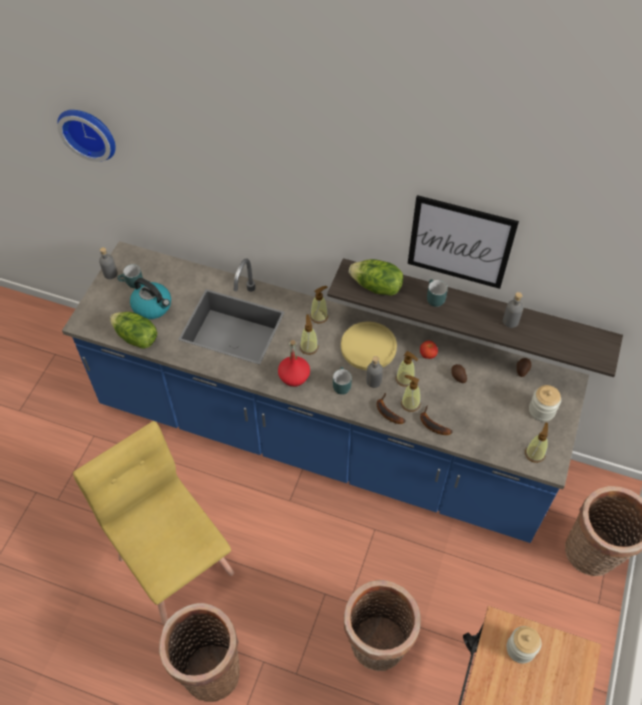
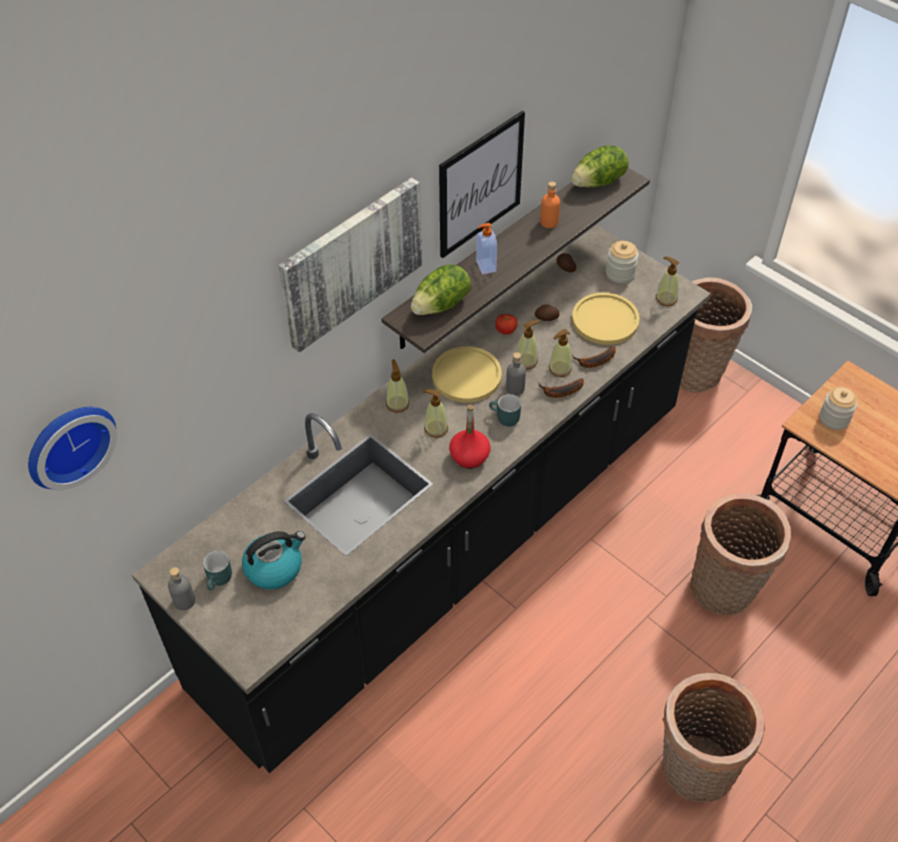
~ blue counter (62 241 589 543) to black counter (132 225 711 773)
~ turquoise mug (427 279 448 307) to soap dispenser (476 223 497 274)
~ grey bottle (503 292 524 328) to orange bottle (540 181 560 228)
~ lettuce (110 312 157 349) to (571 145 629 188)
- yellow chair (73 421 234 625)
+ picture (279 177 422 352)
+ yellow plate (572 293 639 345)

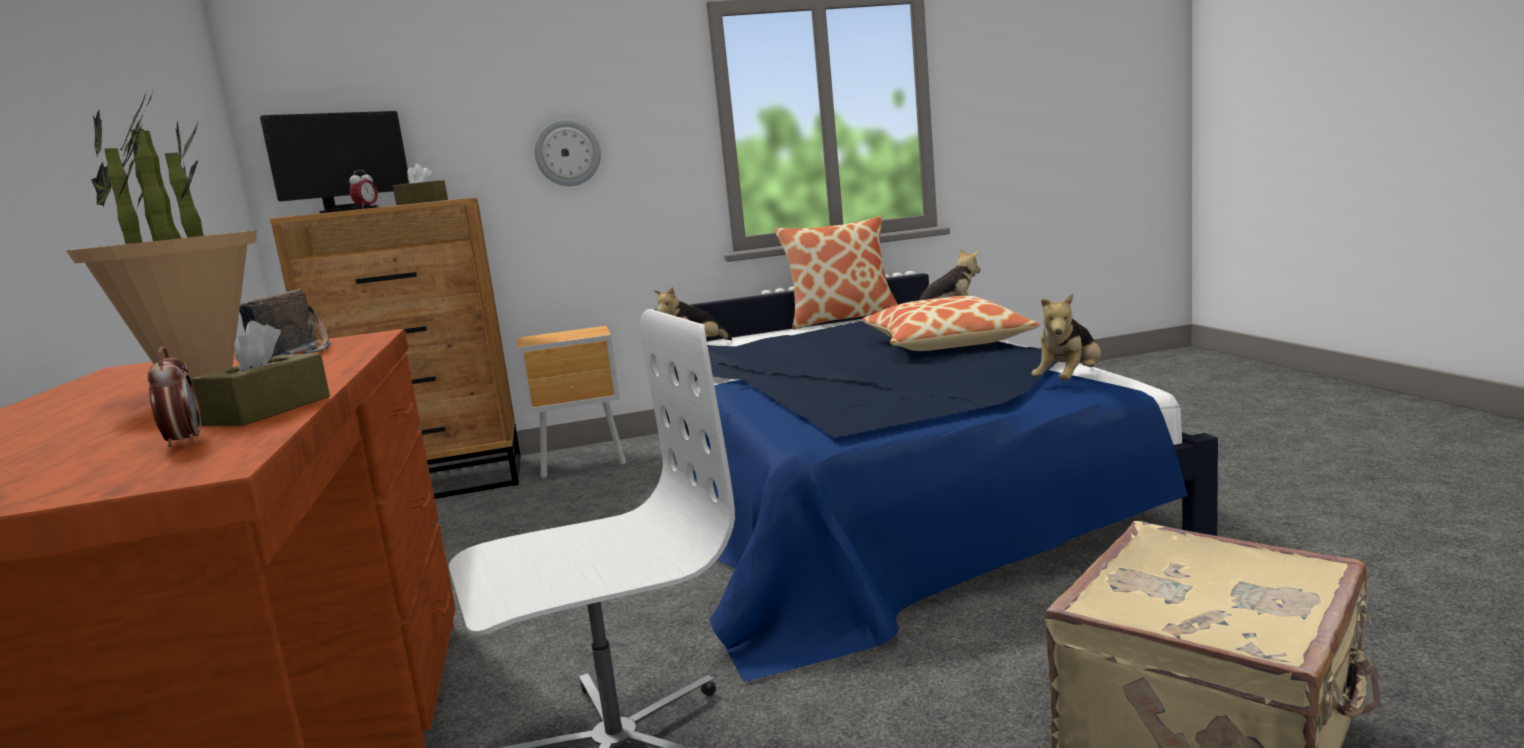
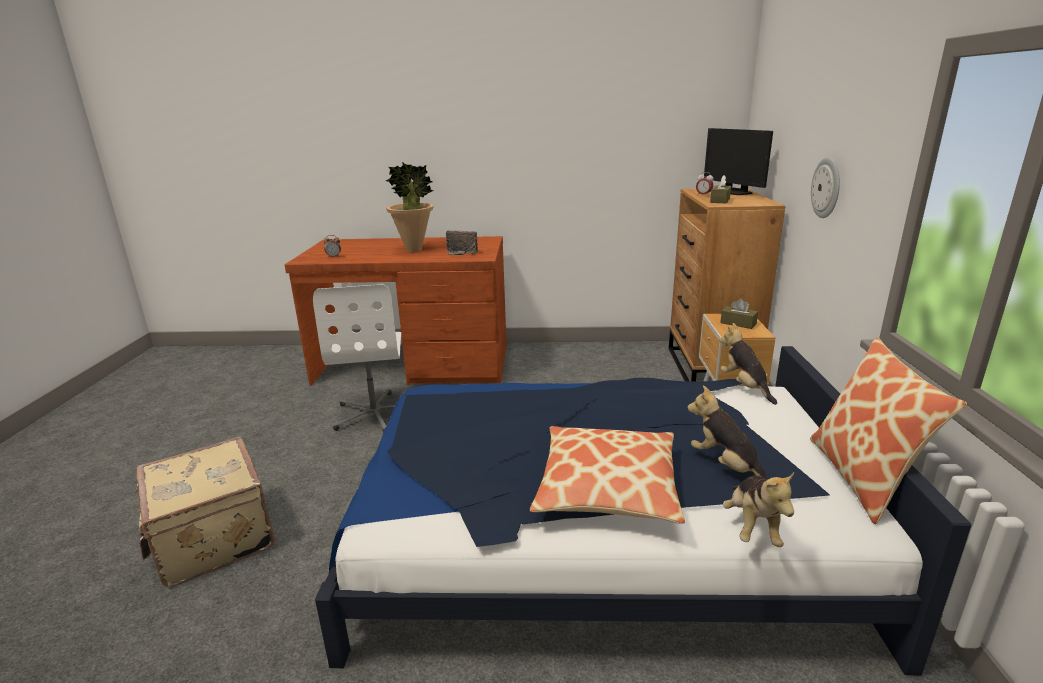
~ plush toy (1032 293 1101 380) to (687 385 768 480)
~ brown tissue box (191 321 330 426) to (720 299 758 329)

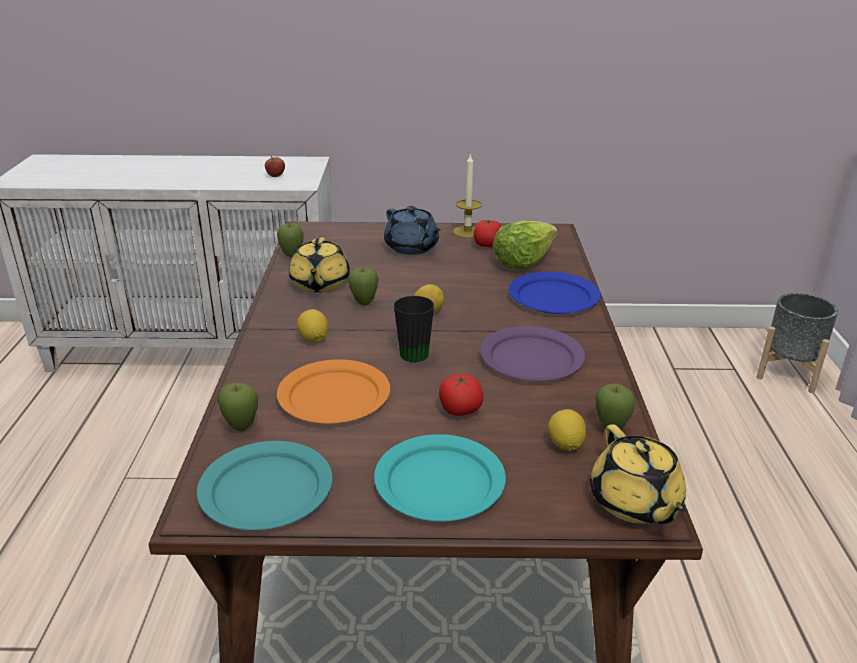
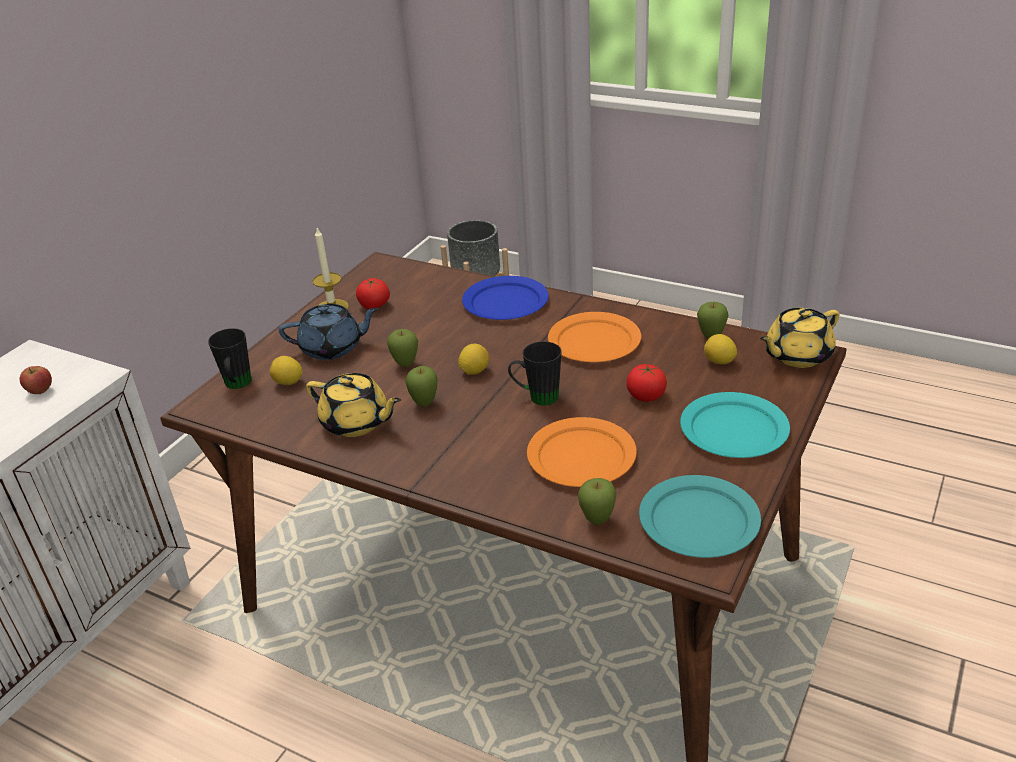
- lettuce (493 221 557 270)
~ apple (277 223 304 258) to (387 329 418 367)
~ lemon (297 309 328 342) to (270 356 303 385)
~ purple plate (480 326 585 381) to orange plate (548 312 641 362)
~ yellow teapot (590 424 687 524) = (760 308 839 368) 135 degrees clockwise
+ black mug (208 328 252 389)

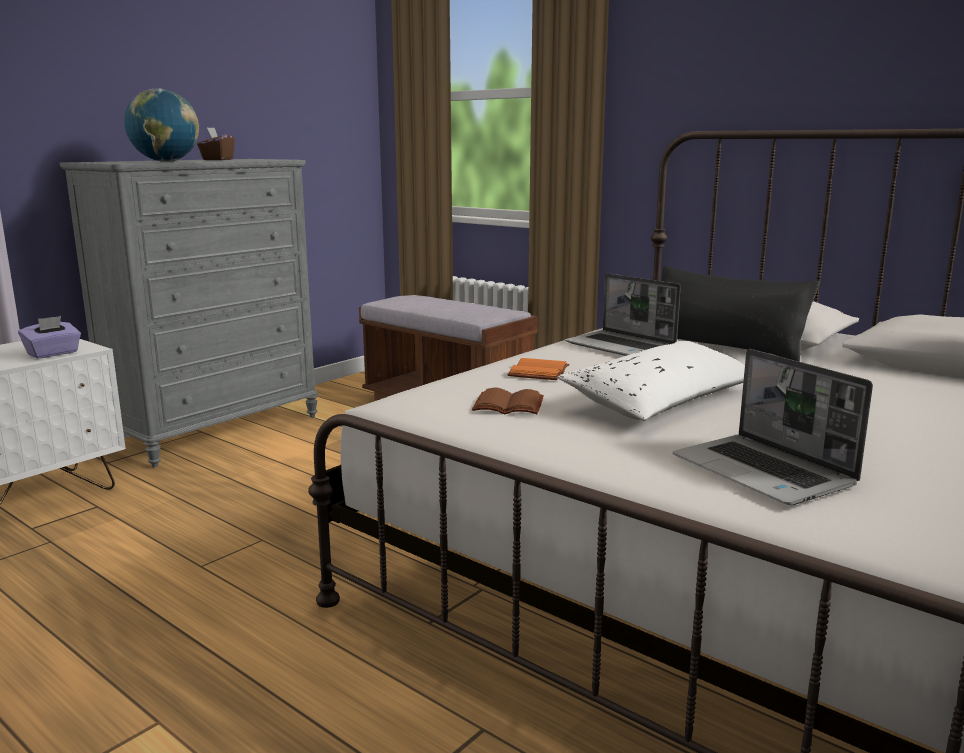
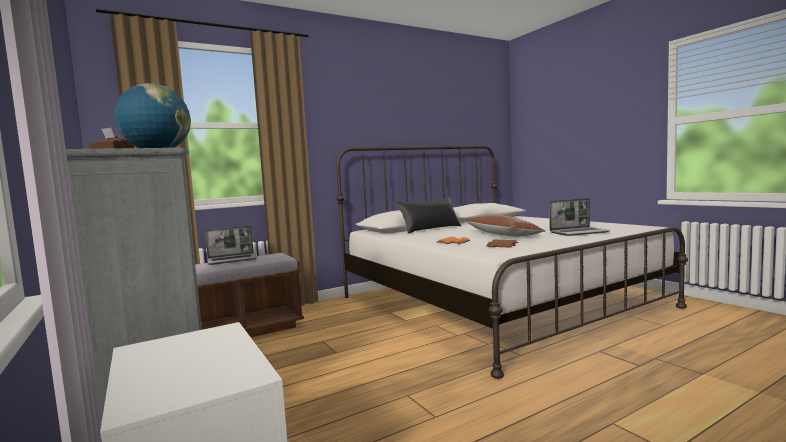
~ laptop (565 273 681 356) to (205 225 257 265)
- purple tissue box (18 316 81 359)
~ white pillow (557 341 745 421) to brown pillow (465 215 545 236)

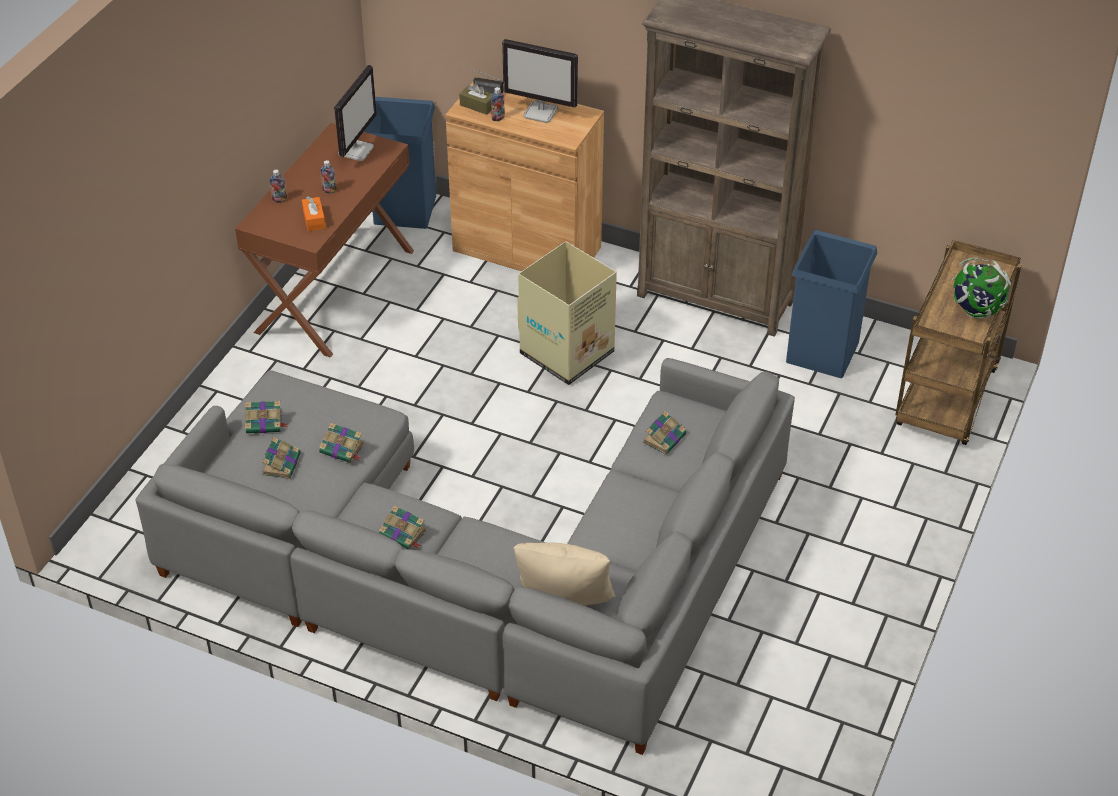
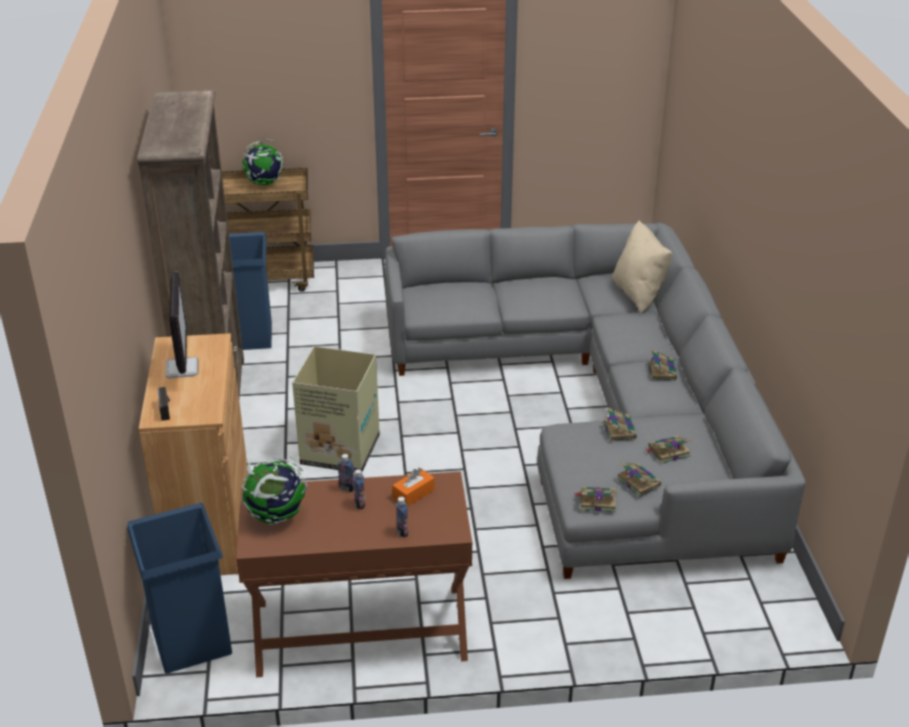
~ monitor (334 65 377 161) to globe (242 457 308 525)
- brown tissue box (459 83 492 115)
~ bottle (491 87 505 121) to (338 454 354 492)
~ book (642 411 686 455) to (574 486 617 512)

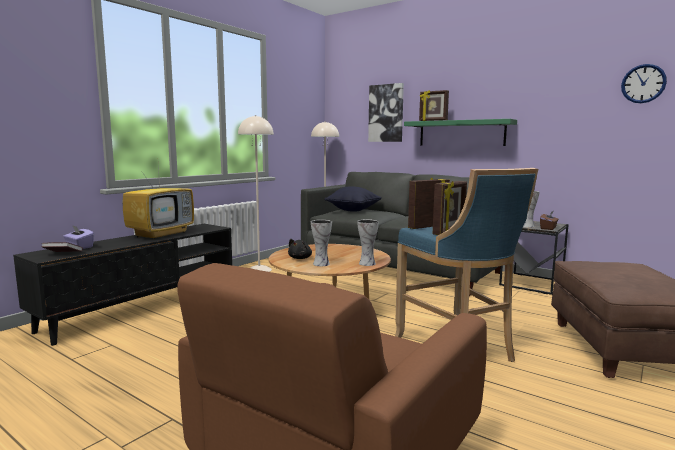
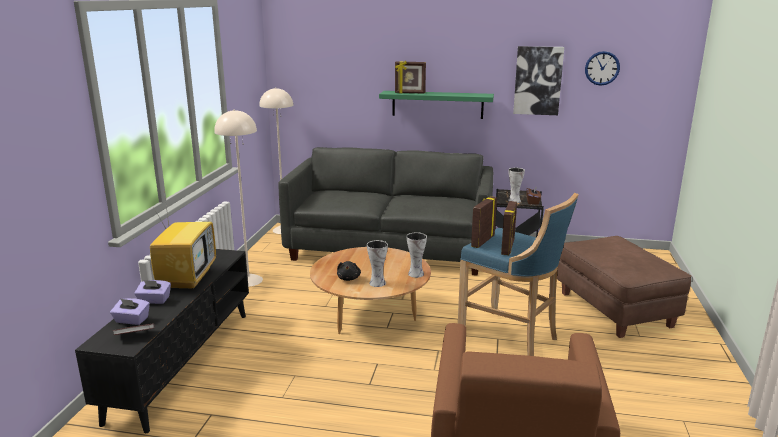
~ picture (368 83 404 142) to (513 46 564 115)
- black pillow (324 186 382 212)
+ purple tissue box (134 280 171 304)

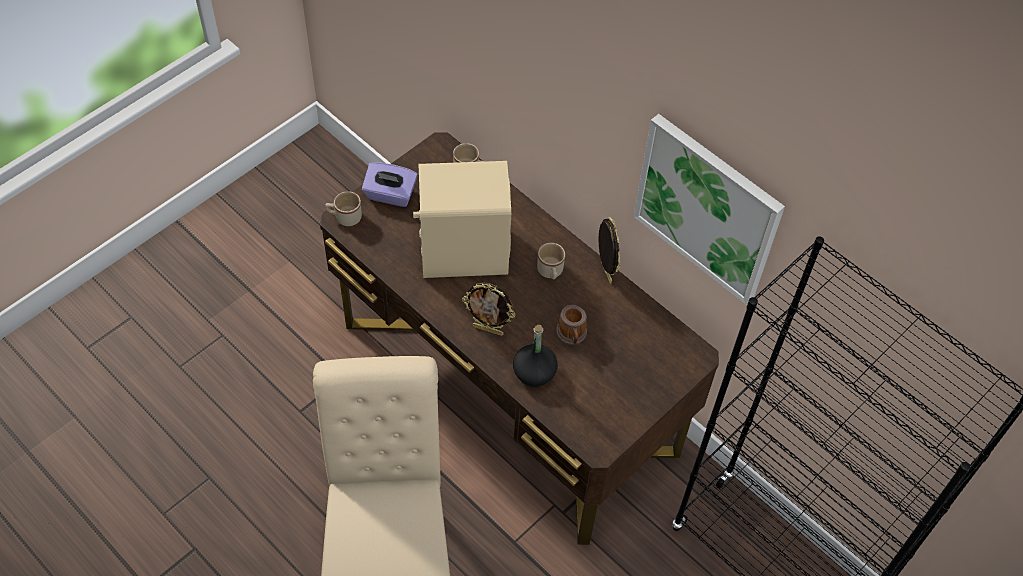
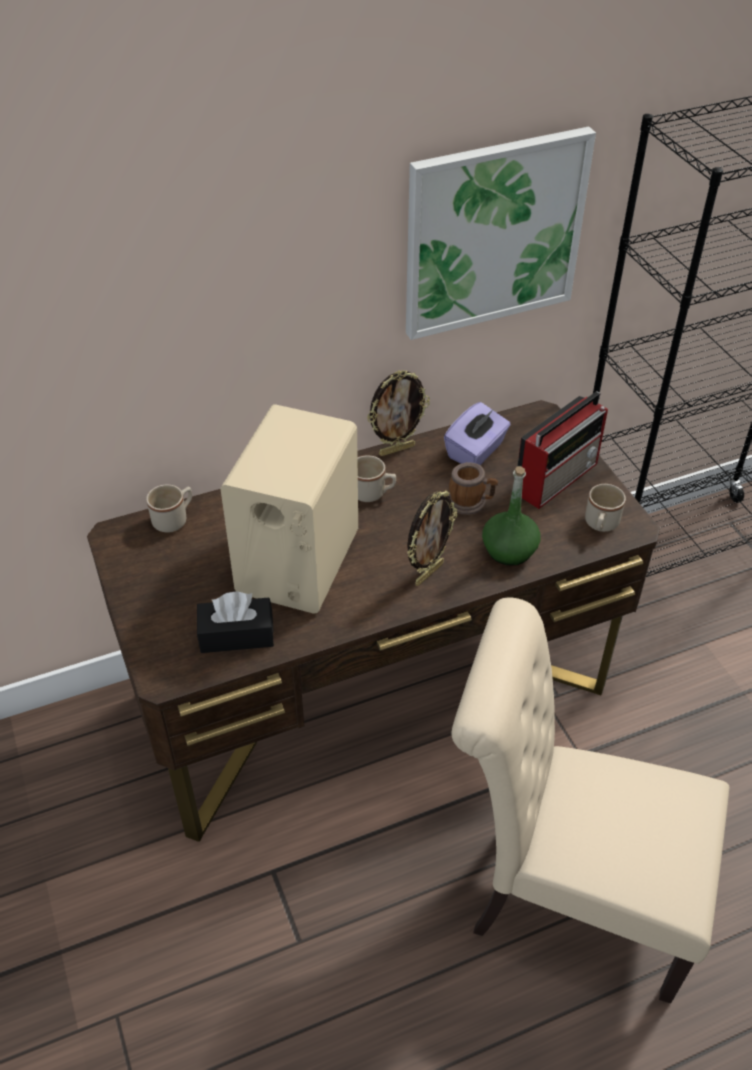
~ purple tissue box (362 162 418 207) to (444 402 511 465)
~ beige mug (325 191 362 226) to (585 484 626 532)
~ picture frame (599 217 621 284) = (367 370 430 456) 150 degrees clockwise
~ black bottle (513 325 558 387) to green bottle (482 466 541 566)
+ radio (518 391 608 509)
+ black tissue box (197 591 274 653)

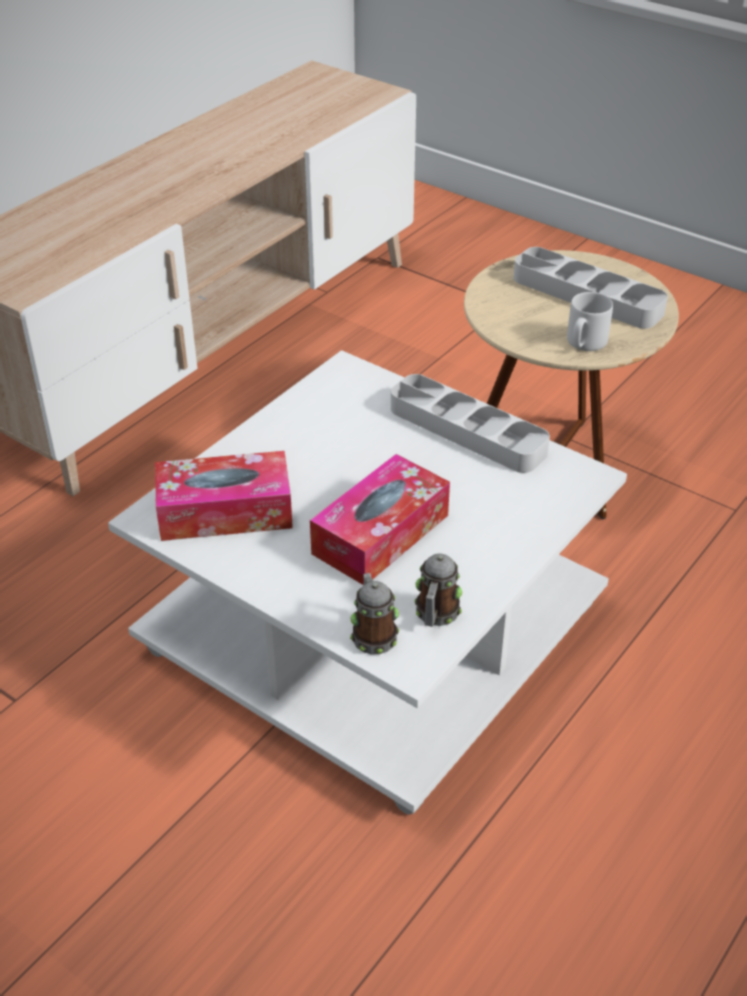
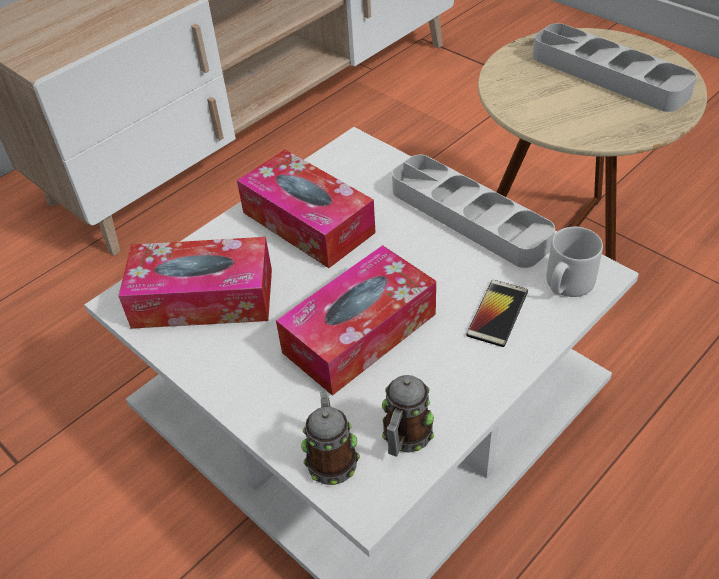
~ grey mug (567 292 613 351) to (546 227 603 297)
+ tissue box (237 149 376 268)
+ phone (466 280 528 347)

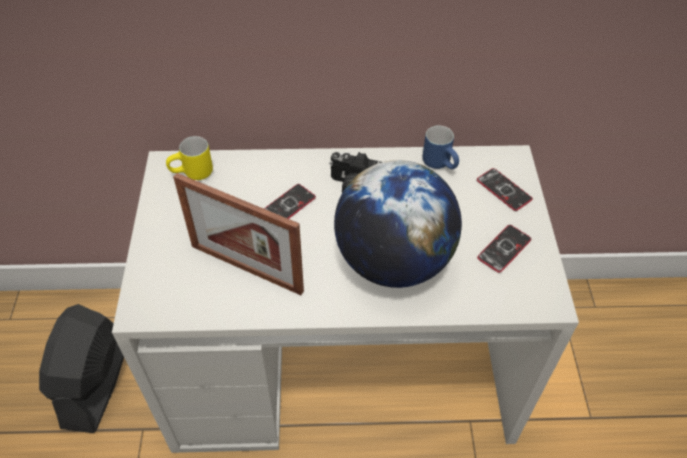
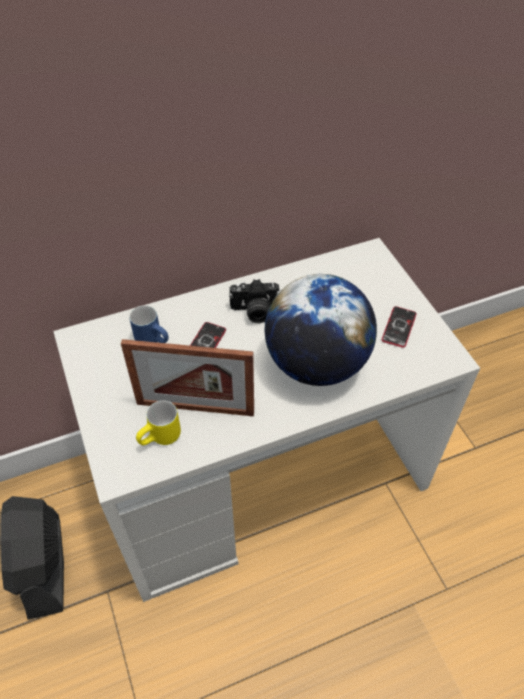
~ blue mug (423 125 459 169) to (129 305 169 343)
~ yellow mug (166 136 213 180) to (136 401 181 445)
- phone (477 168 533 211)

